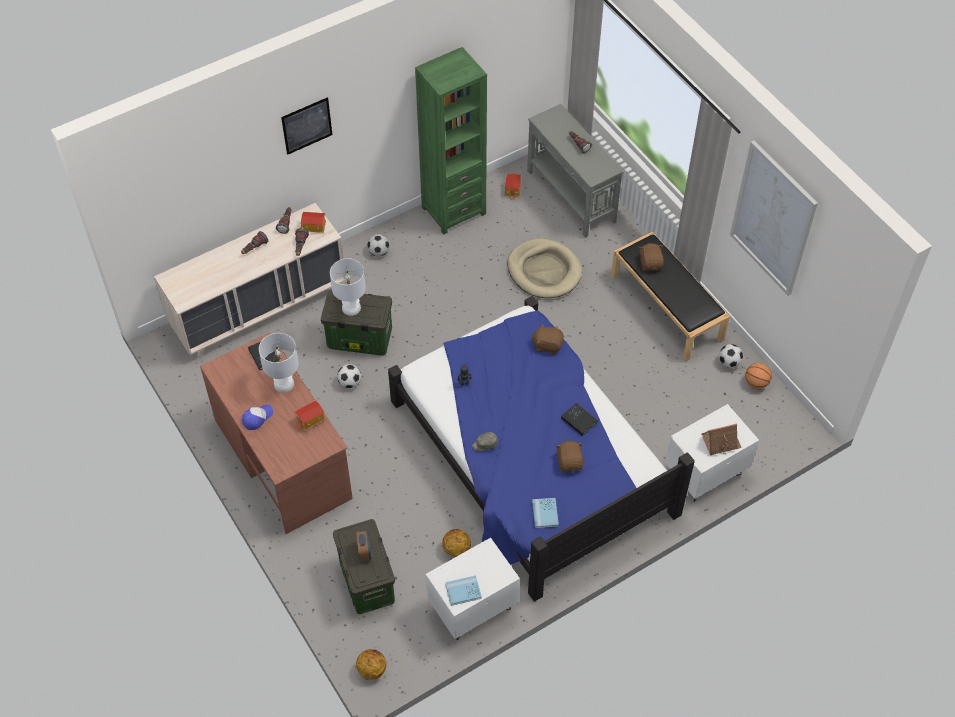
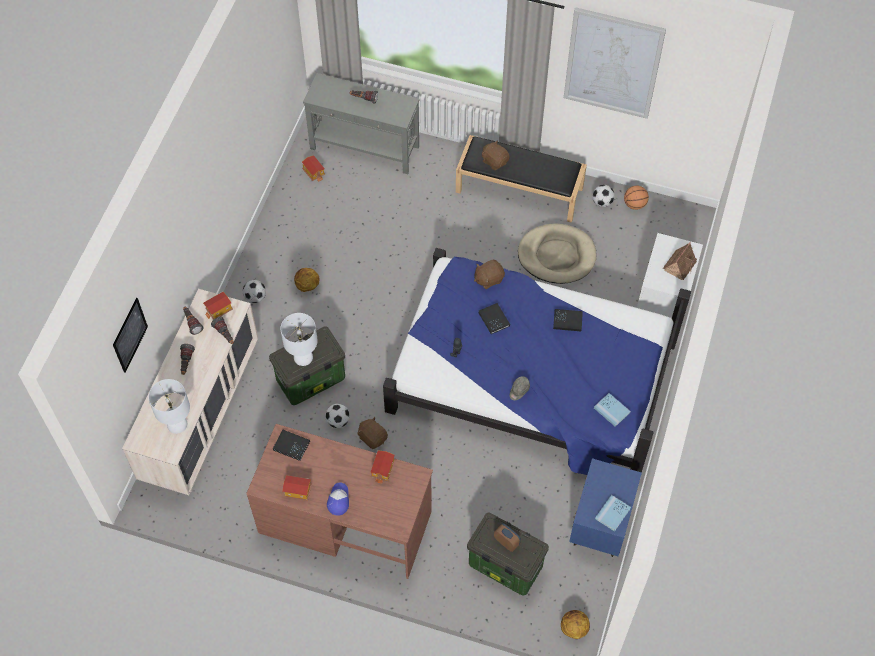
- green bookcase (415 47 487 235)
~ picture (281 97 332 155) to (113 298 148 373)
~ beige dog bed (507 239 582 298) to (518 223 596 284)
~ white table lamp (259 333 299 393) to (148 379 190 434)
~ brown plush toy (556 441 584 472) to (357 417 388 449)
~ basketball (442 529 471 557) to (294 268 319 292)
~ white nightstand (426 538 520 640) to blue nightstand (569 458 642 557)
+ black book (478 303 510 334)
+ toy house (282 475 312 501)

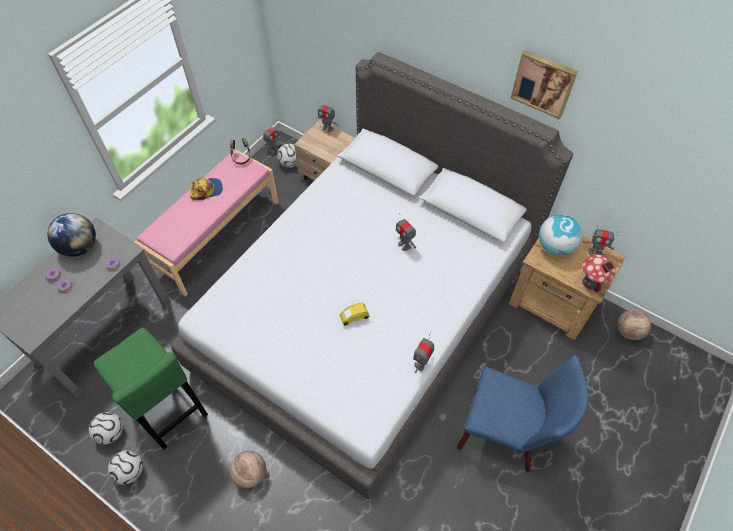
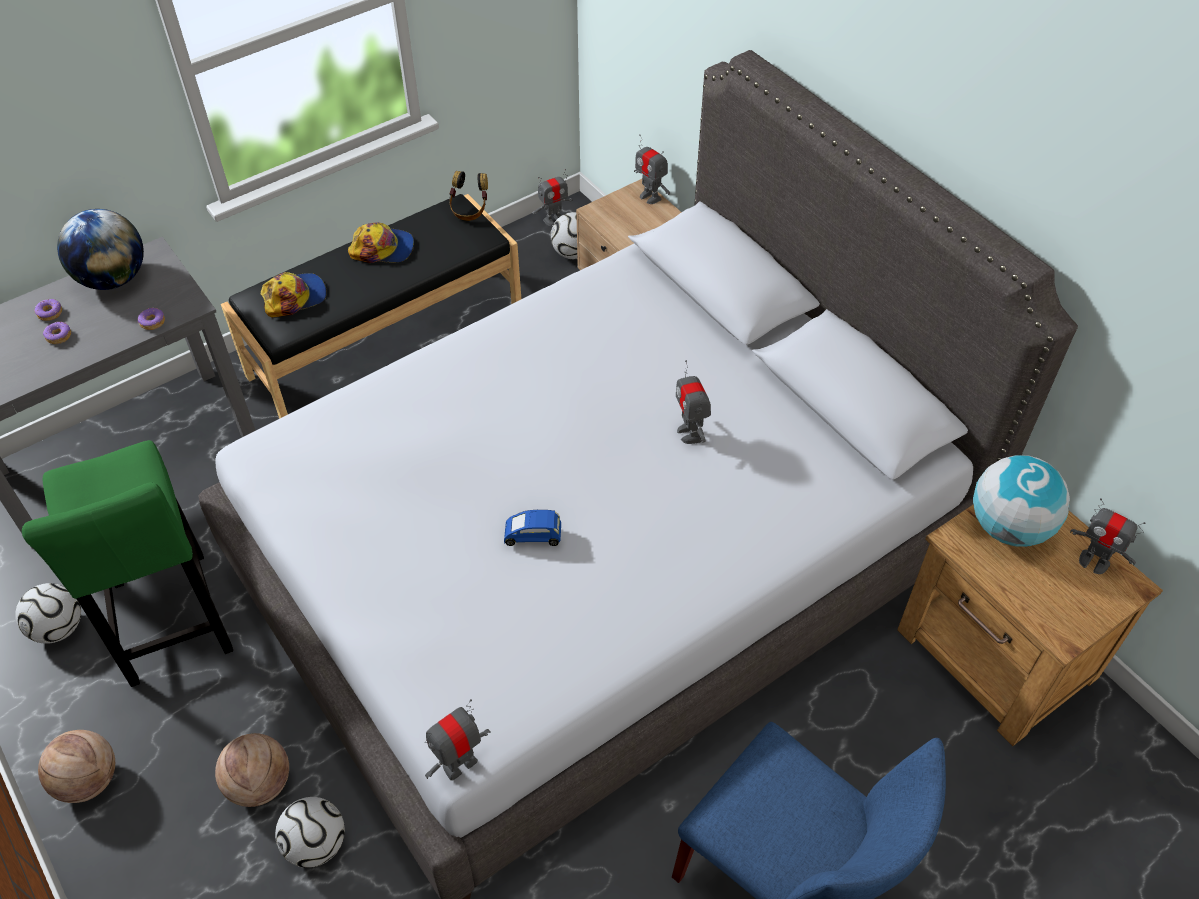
- picture (510 50 578 119)
~ pink bench (134 150 279 297) to black bench (221 194 521 419)
- toy house (582 254 617 293)
~ yellow toy car (340 303 369 326) to blue toy car (504 510 561 546)
~ basketball (617 309 651 340) to (38 730 115 803)
~ toy robot (413 333 434 373) to (425 699 491 781)
~ football (108 450 143 485) to (275 797 345 868)
+ cap (261 272 327 317)

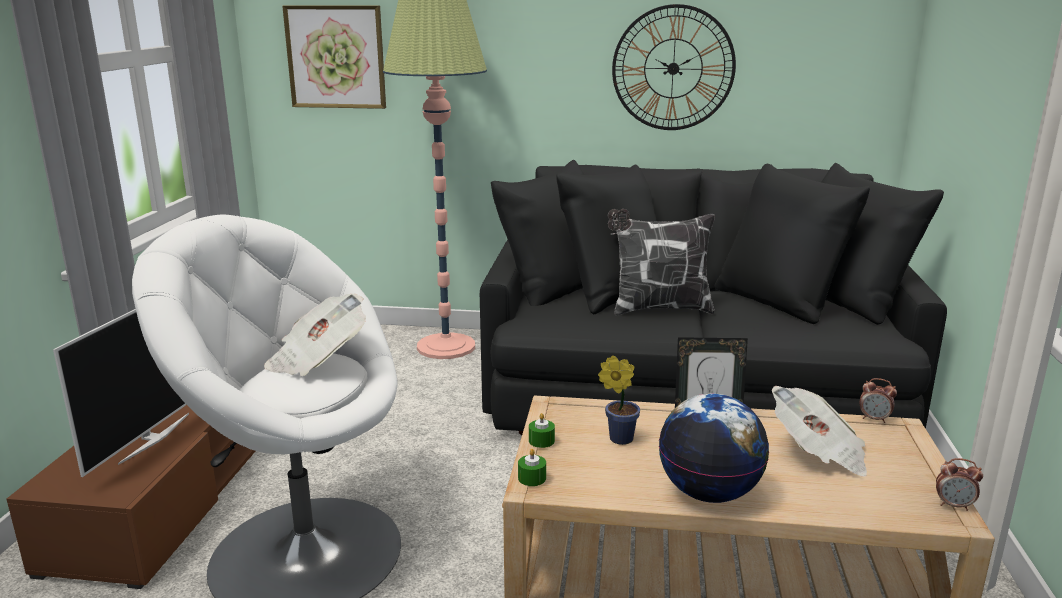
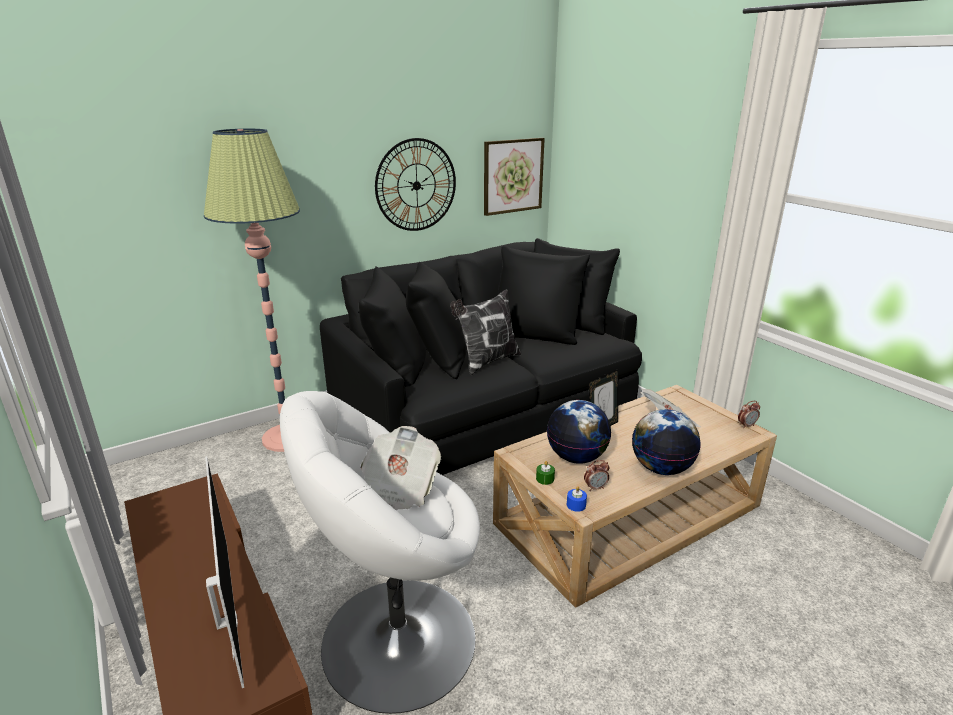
~ picture (282 5 386 109) to (484 138 545 216)
~ potted plant (598 356 640 445) to globe (547 400 611 464)
~ alarm clock (860 378 897 423) to (584 460 610 491)
~ green candle (518 449 546 486) to blue candle (567 486 587 512)

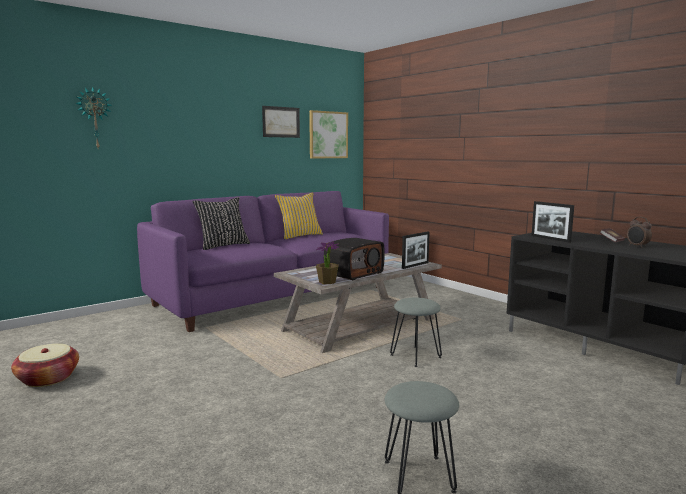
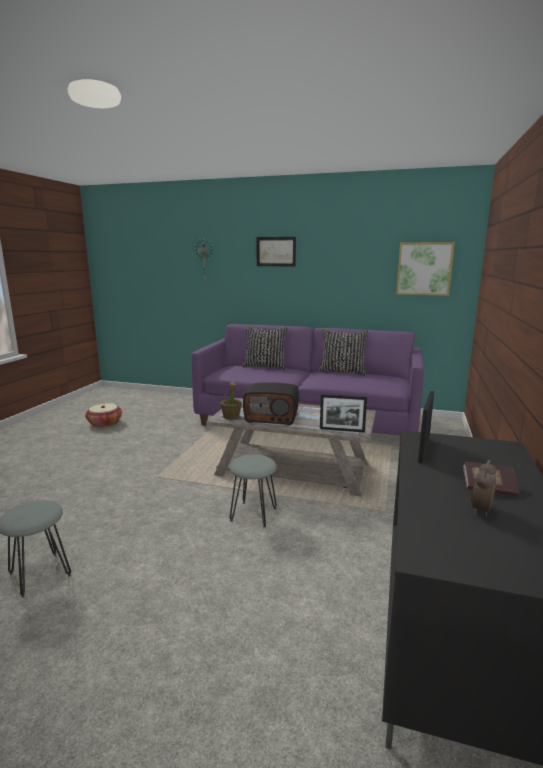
~ picture (262 106 300 138) to (256 237 296 266)
~ yellow pillow (275 192 323 239) to black pillow (319 329 369 375)

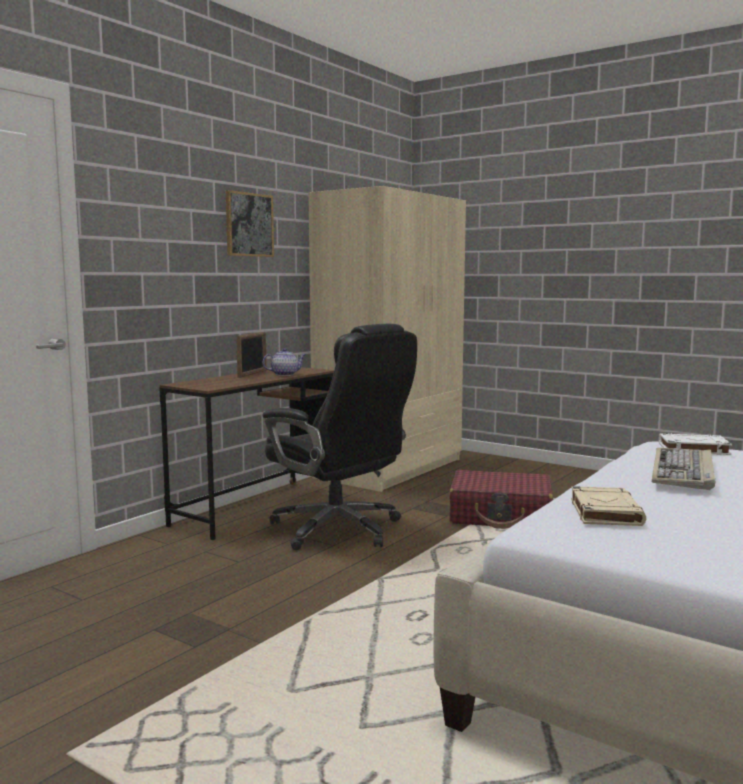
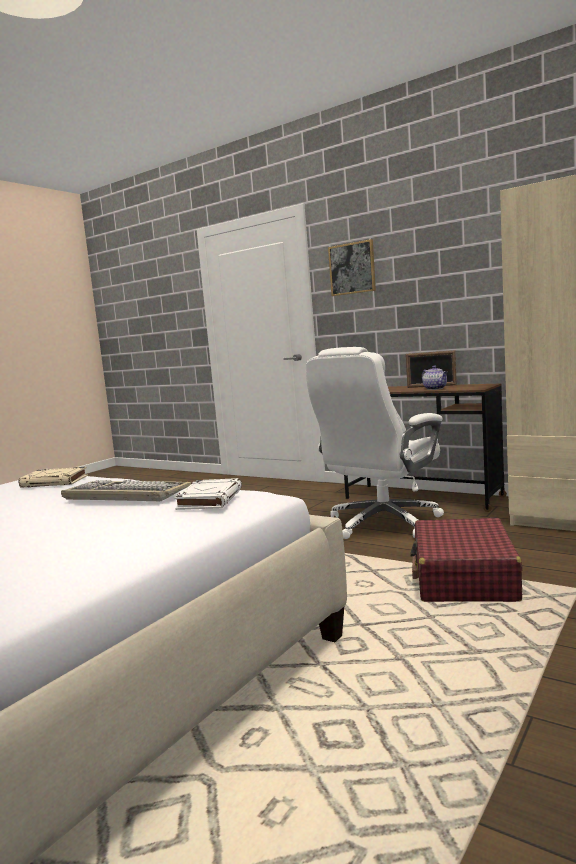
~ picture (226 190 274 257) to (328 239 376 296)
~ black office chair (263 324 417 550) to white office chair (306 347 444 539)

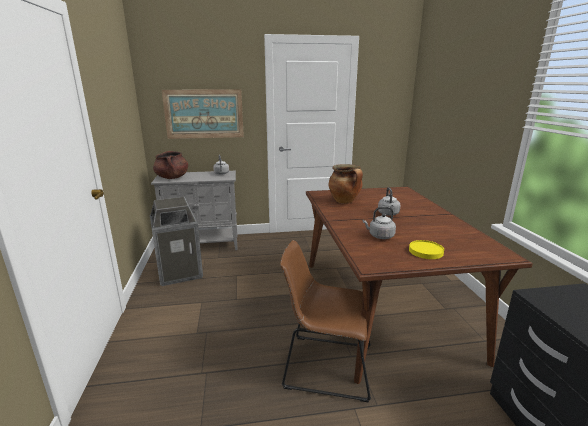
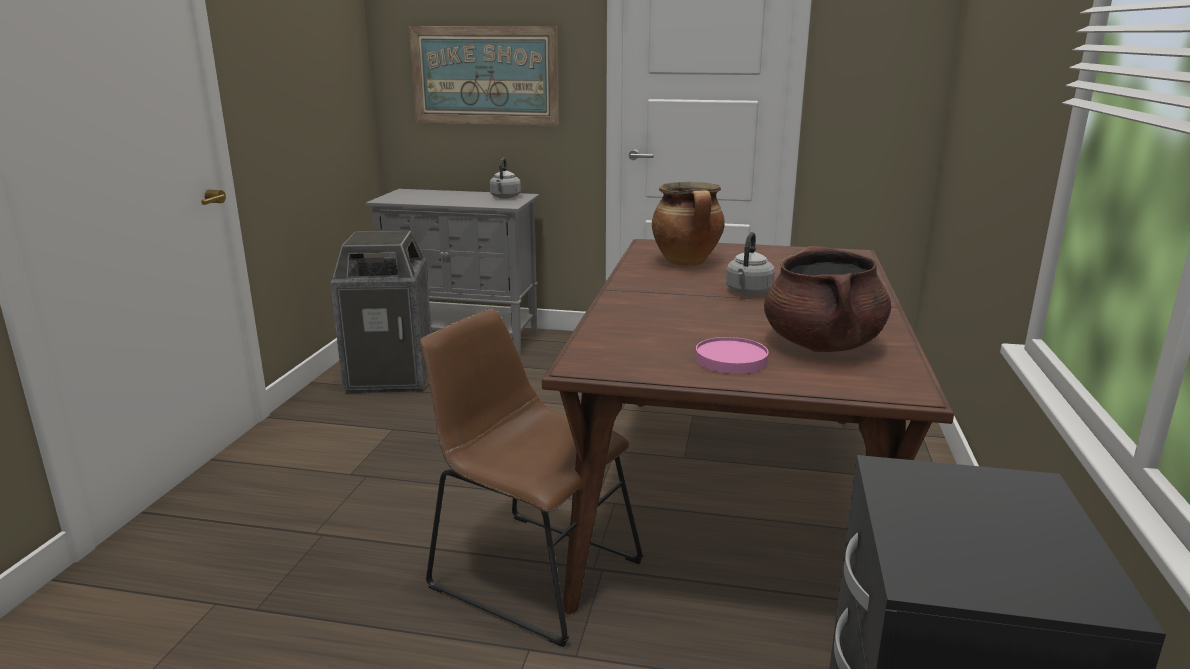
~ brown cooking pot (153 151 188 179) to (764 246 891 352)
- grey kettle (363 207 396 239)
~ yellow plate (409 240 444 259) to pink plate (695 337 769 374)

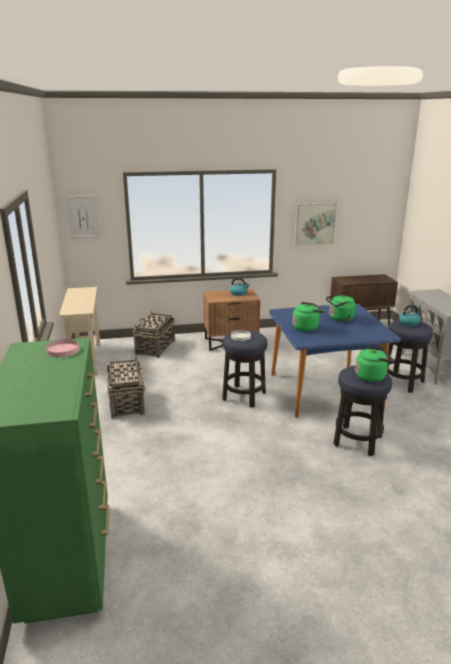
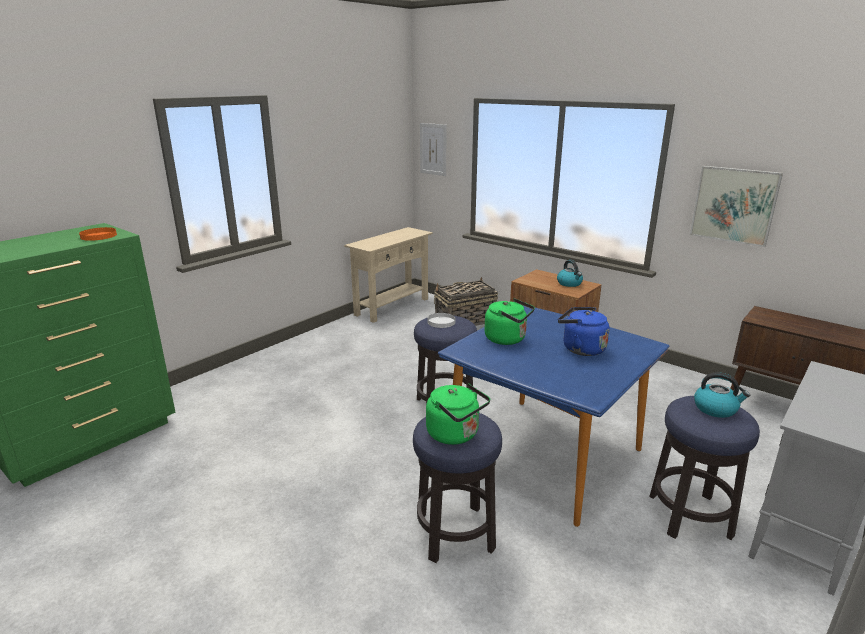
~ green kettle (326 294 356 322) to blue kettle (558 307 610 356)
~ pink plate (45 339 79 357) to orange plate (79 227 117 241)
- basket (106 356 146 419)

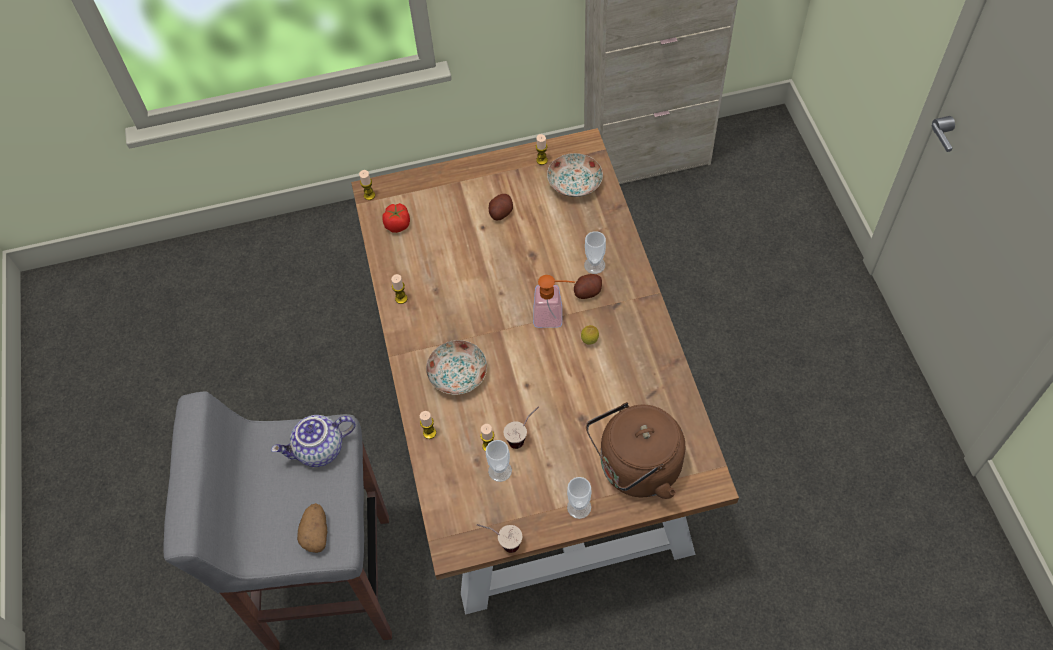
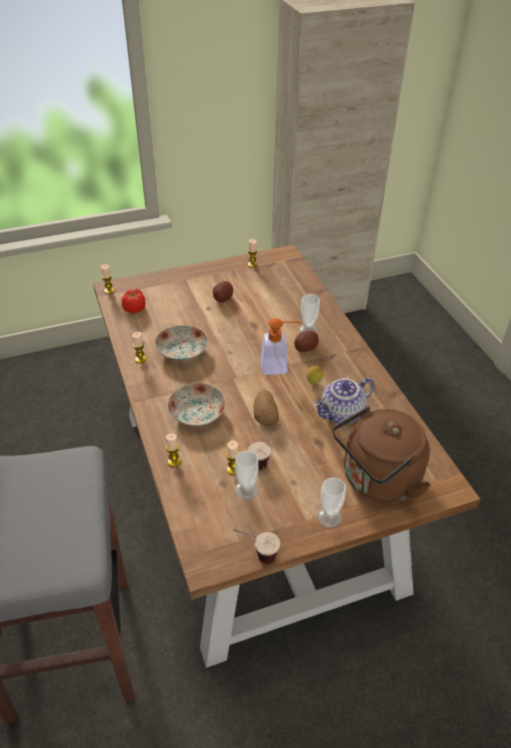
~ plate (547 153 603 197) to (155 325 208 361)
~ teapot (271 415 356 467) to (313 377 375 424)
~ potato (297 503 327 553) to (254 390 279 426)

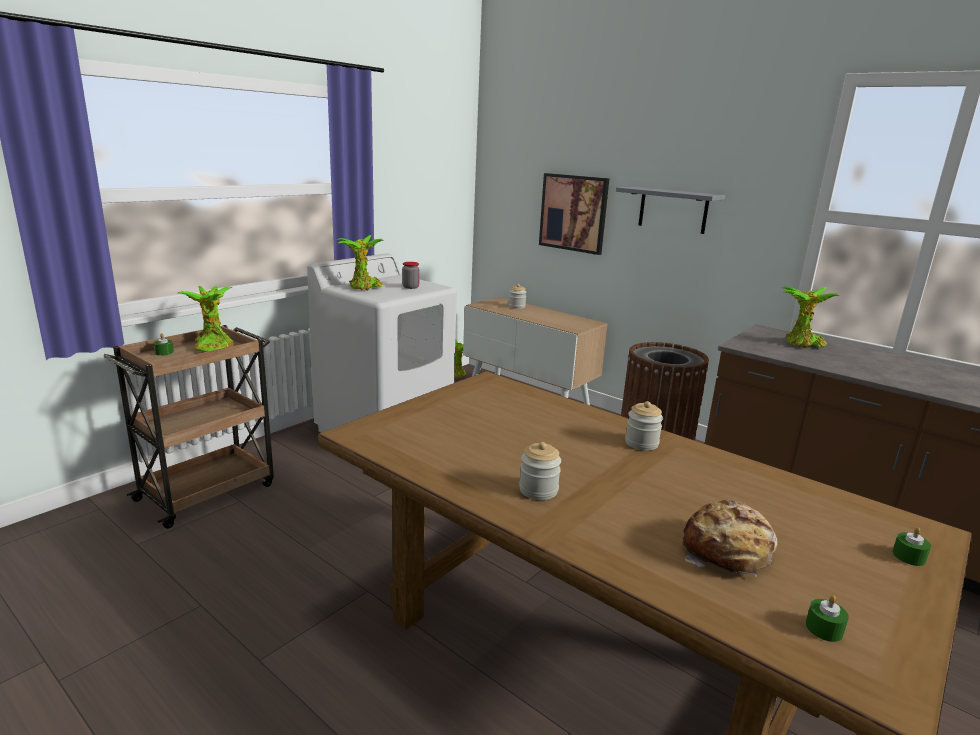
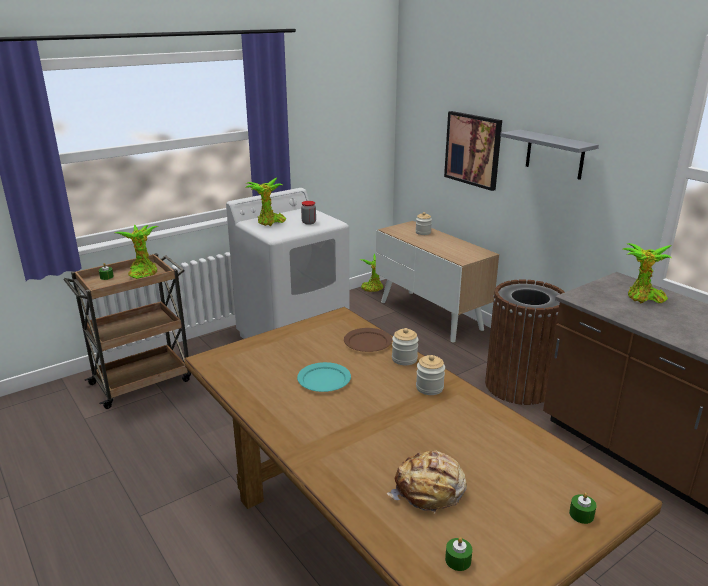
~ jar (519 442 561 500) to (392 328 419 365)
+ brown plate (344 328 392 352)
+ turquoise plate (297 362 351 392)

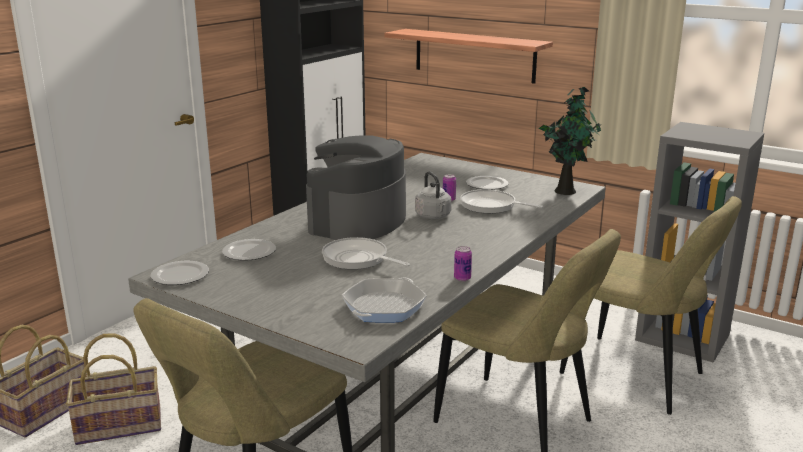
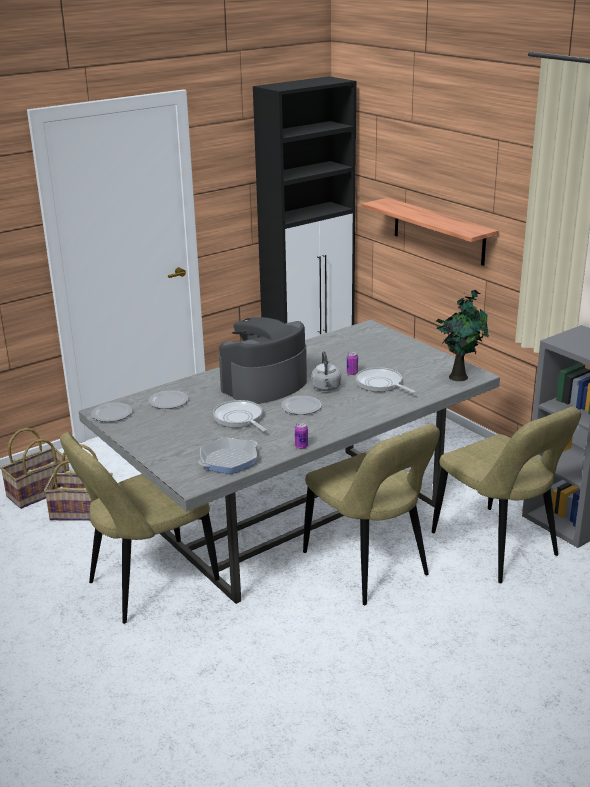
~ plate (466 176 508 190) to (281 396 322 415)

